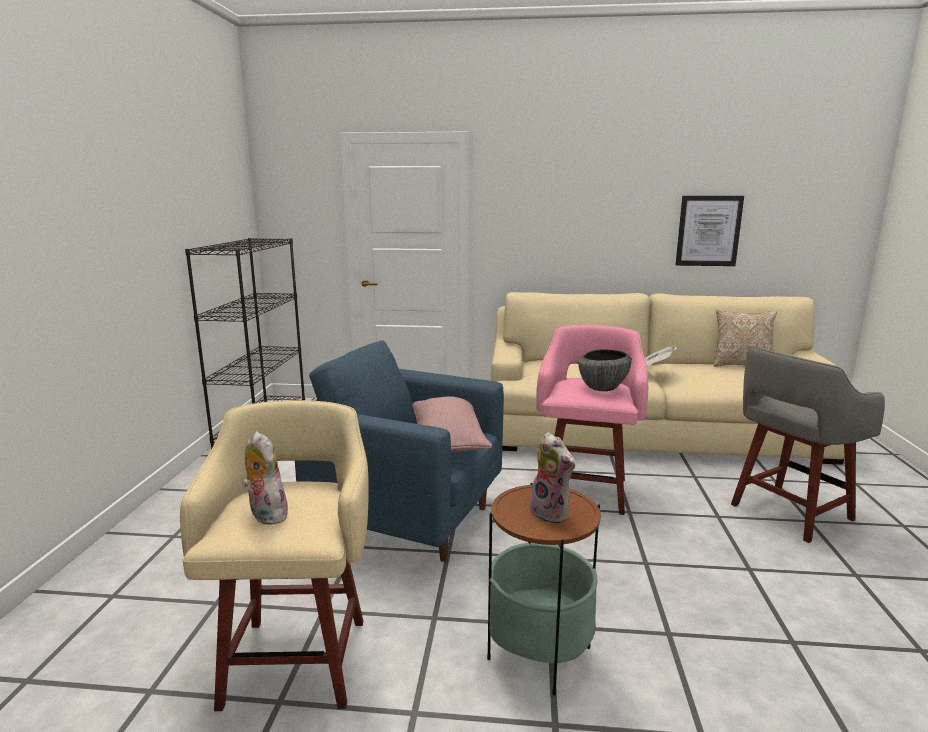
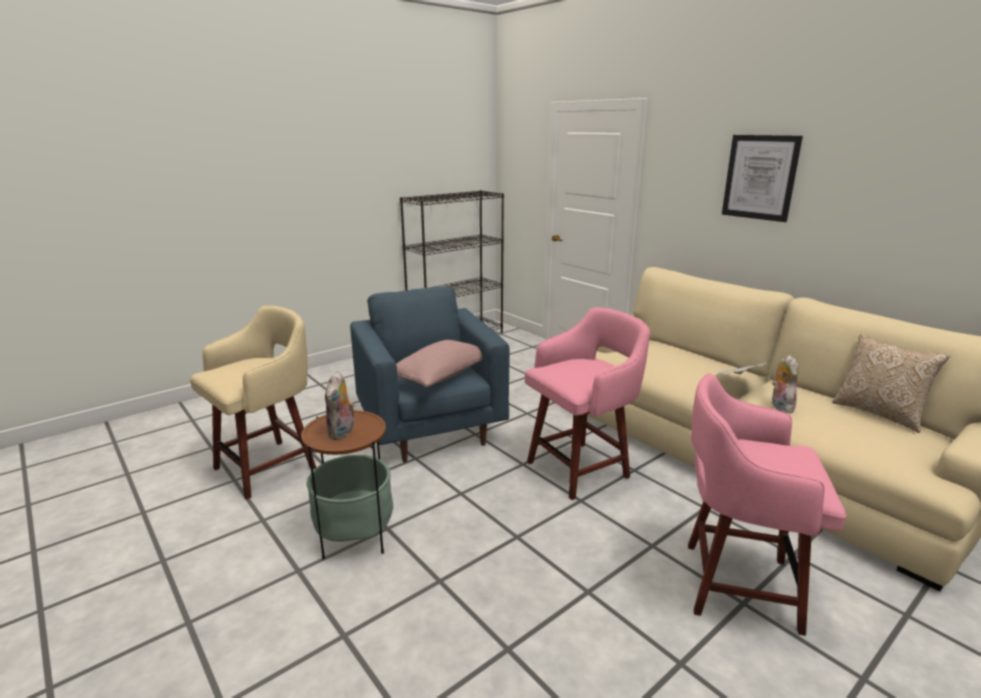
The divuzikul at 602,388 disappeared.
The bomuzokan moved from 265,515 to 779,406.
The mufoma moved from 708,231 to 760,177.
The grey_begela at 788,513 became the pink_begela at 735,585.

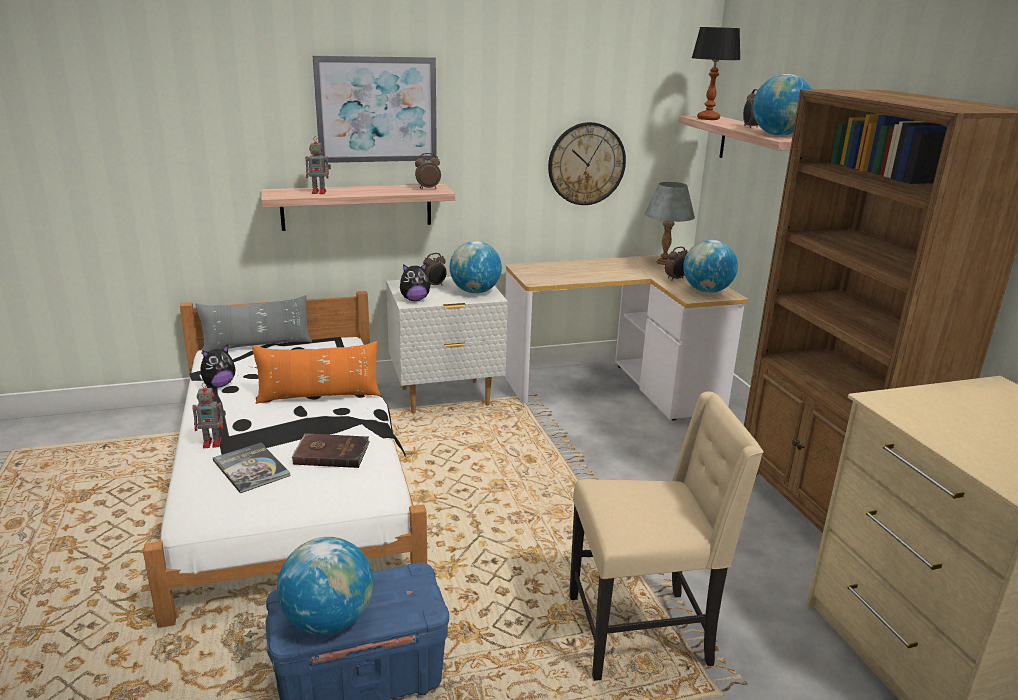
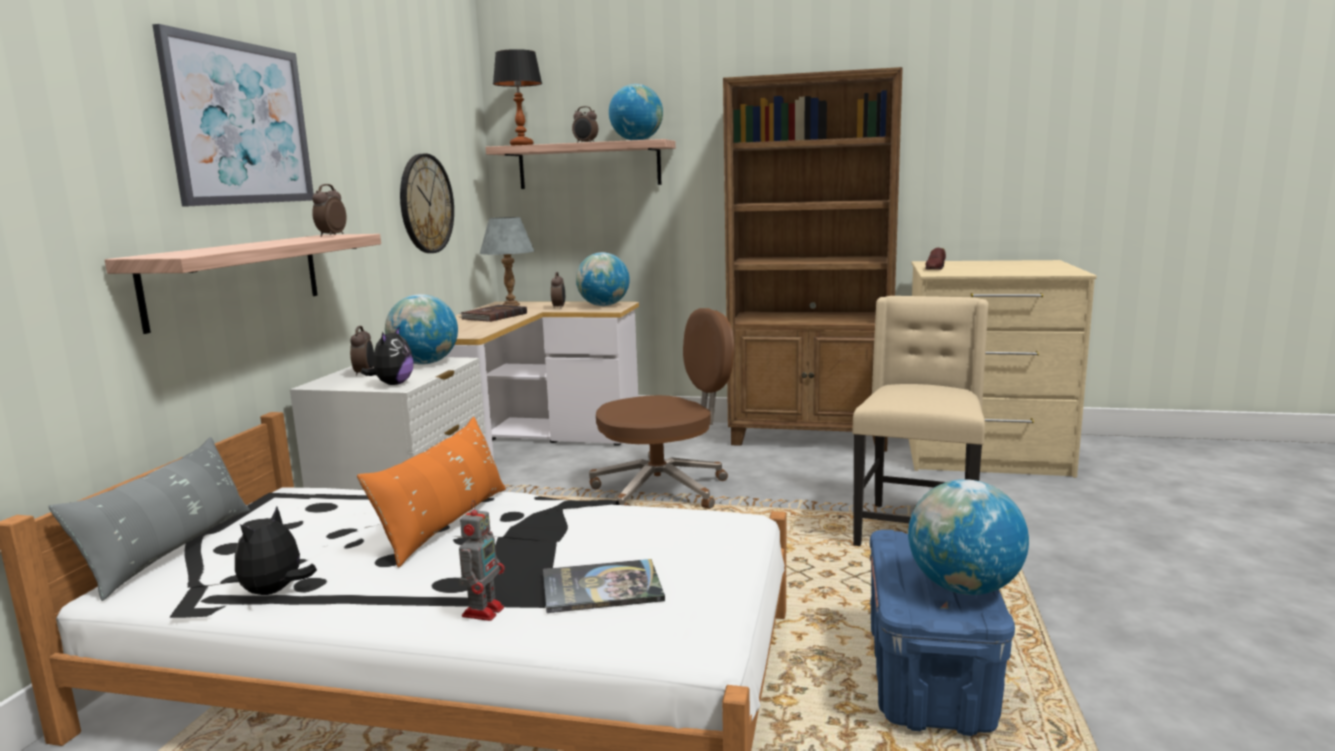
The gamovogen at 320,192 disappeared.
The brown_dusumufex at 664,490 appeared.
The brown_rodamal at 935,268 appeared.
The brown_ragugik moved from 331,453 to 493,316.
The bomuzokan at 219,385 turned 150 degrees counterclockwise.

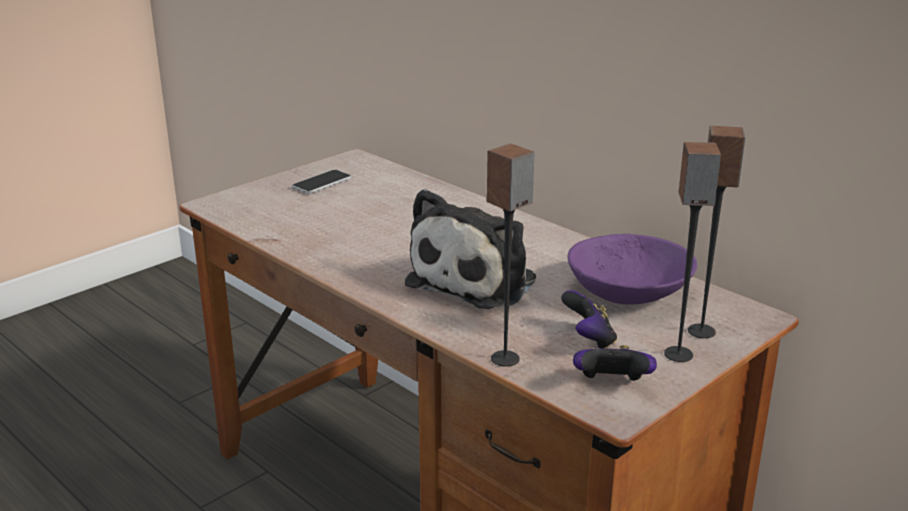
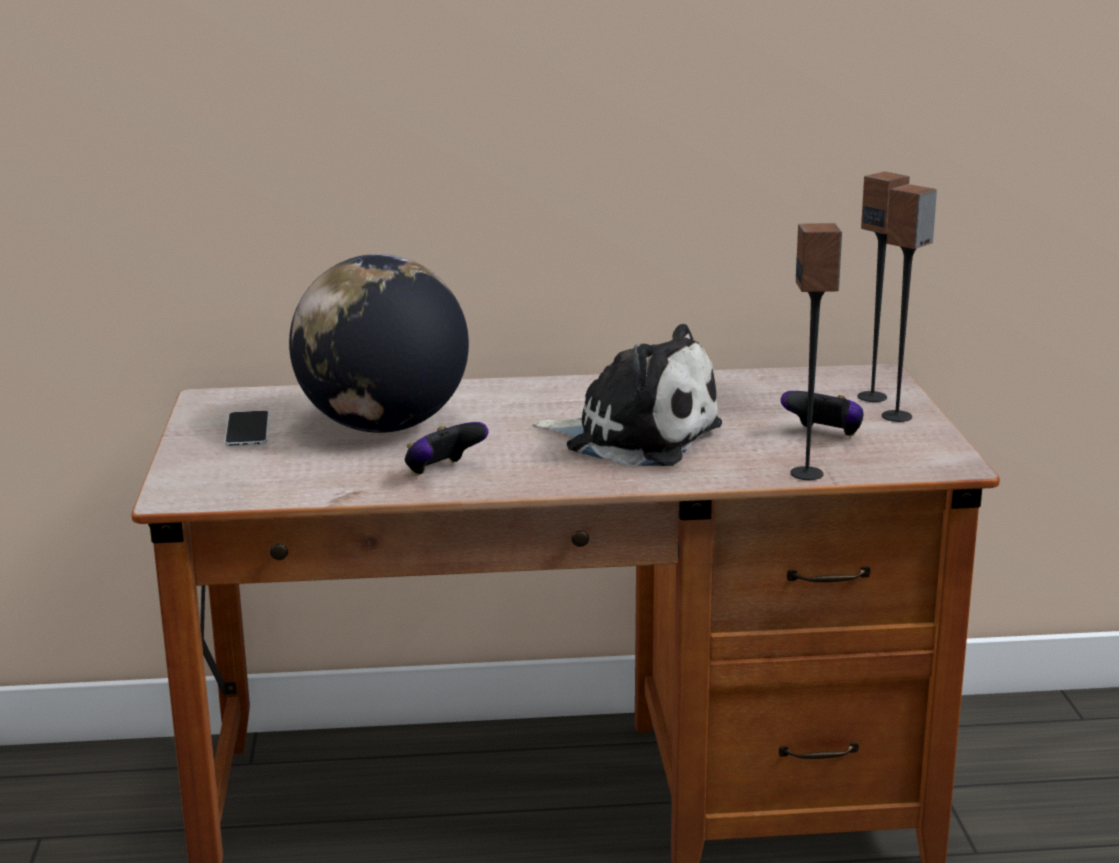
The purple_divuzikul at 629,292 disappeared.
The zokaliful at 383,426 appeared.
The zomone moved from 611,385 to 442,472.
The bomuzokan at 477,280 turned 45 degrees counterclockwise.

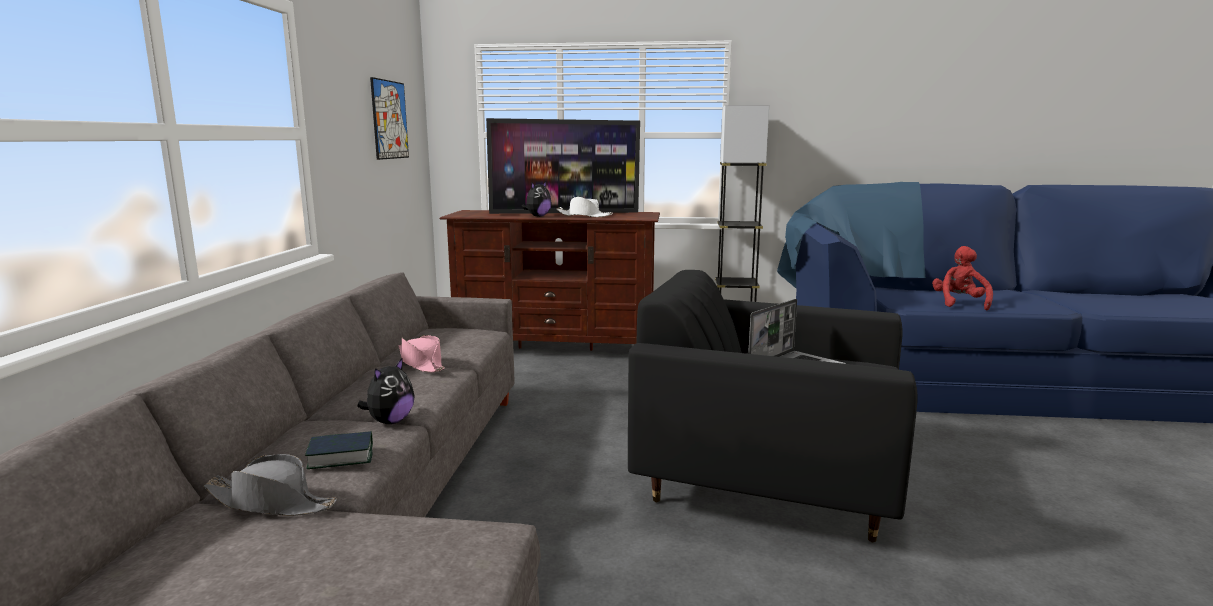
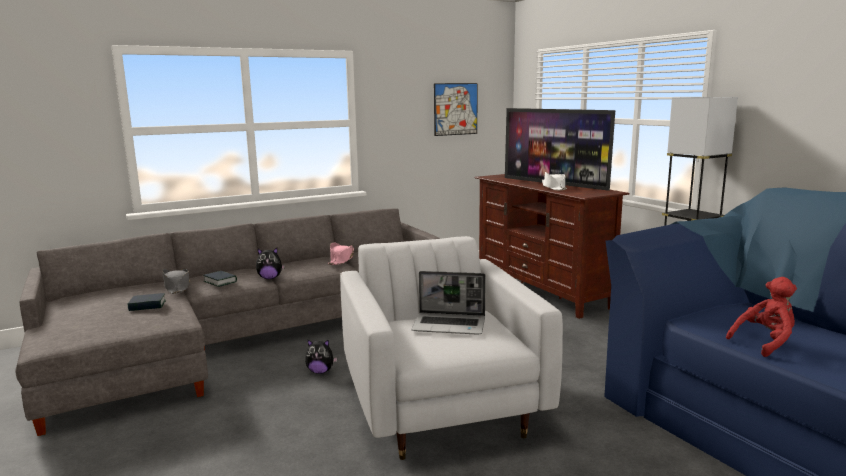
The ragugik at 147,306 appeared.
The bomuzokan moved from 538,216 to 320,371.
The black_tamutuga at 767,482 became the white_tamutuga at 440,406.

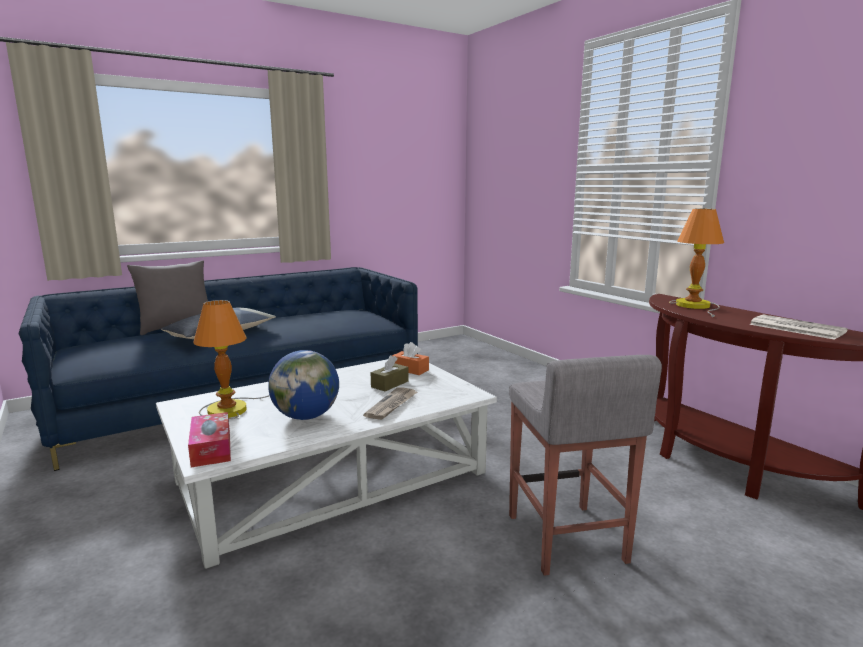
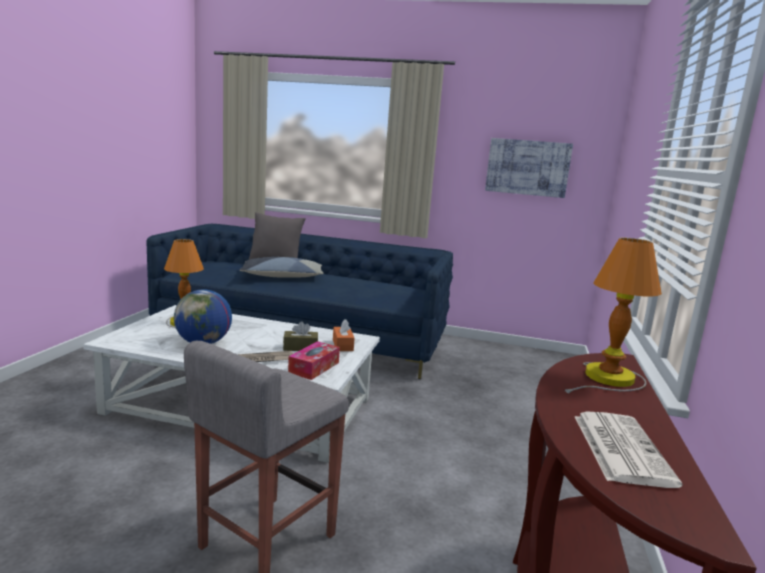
The mufoma at 527,167 appeared.
The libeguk moved from 211,448 to 314,367.

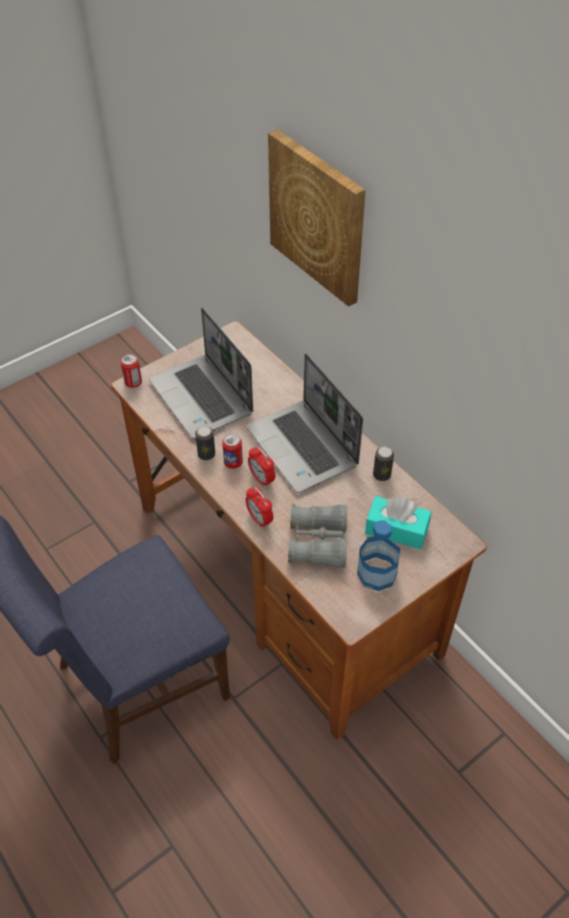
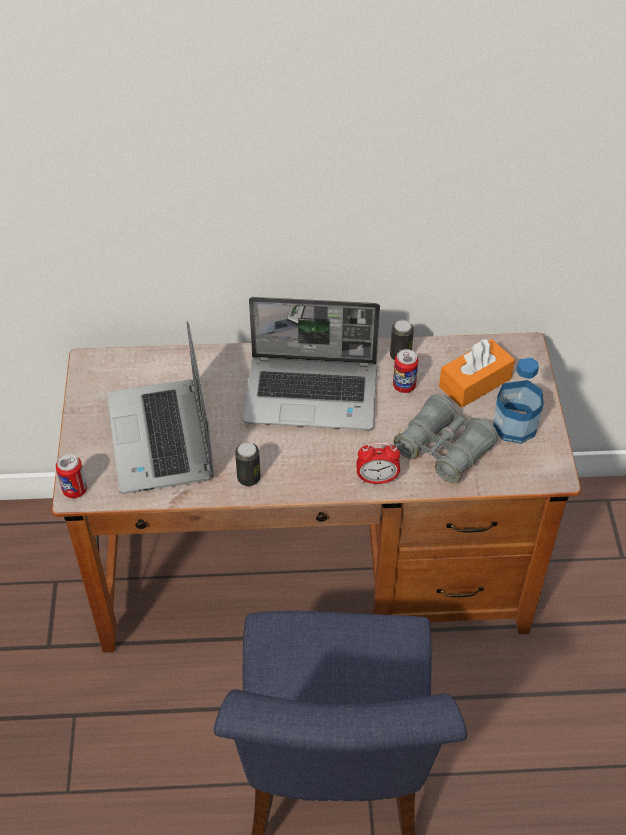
The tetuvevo at 261,479 disappeared.
The mufoma at 318,217 disappeared.
The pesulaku moved from 233,463 to 404,386.
The turquoise_libeguk at 396,530 became the orange_libeguk at 475,382.
The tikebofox at 203,398 turned 75 degrees clockwise.

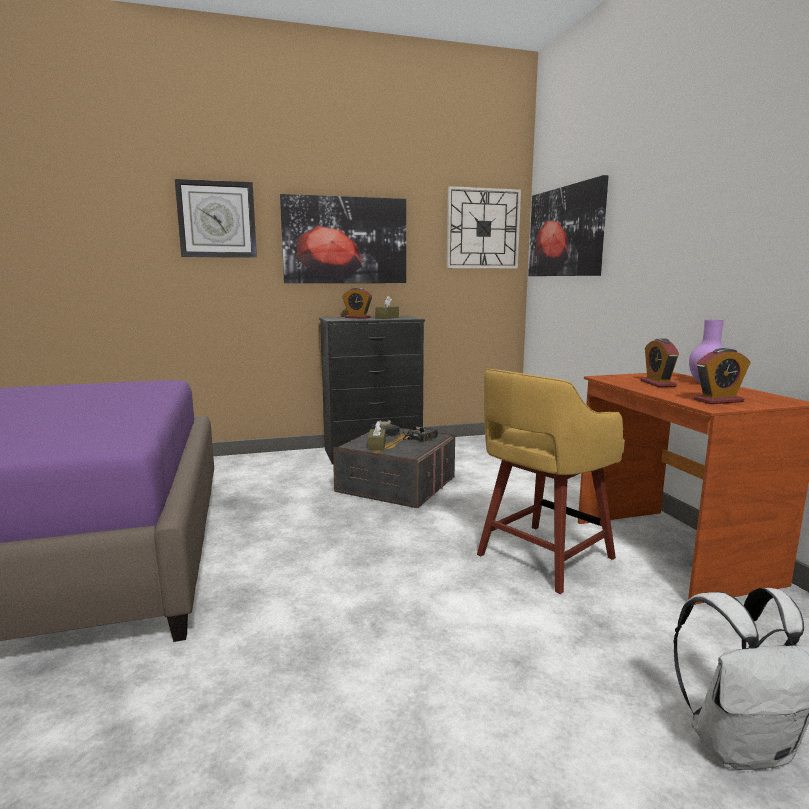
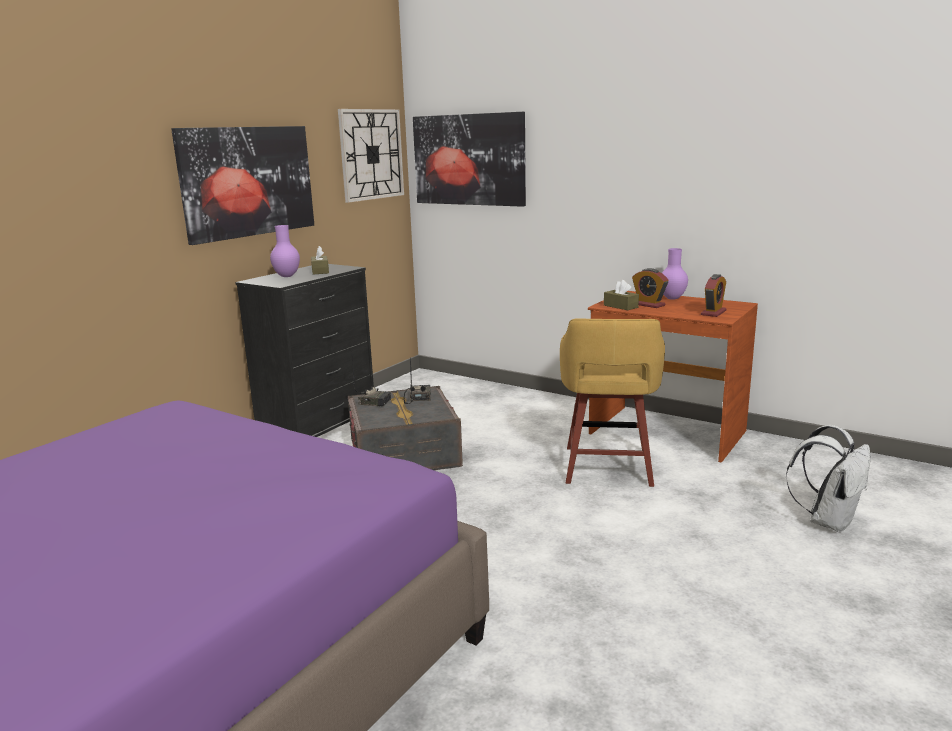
The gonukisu at 217,219 disappeared.
The brown_libeguk moved from 376,445 to 620,306.
The tetuvevo at 357,317 was replaced by the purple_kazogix at 287,276.

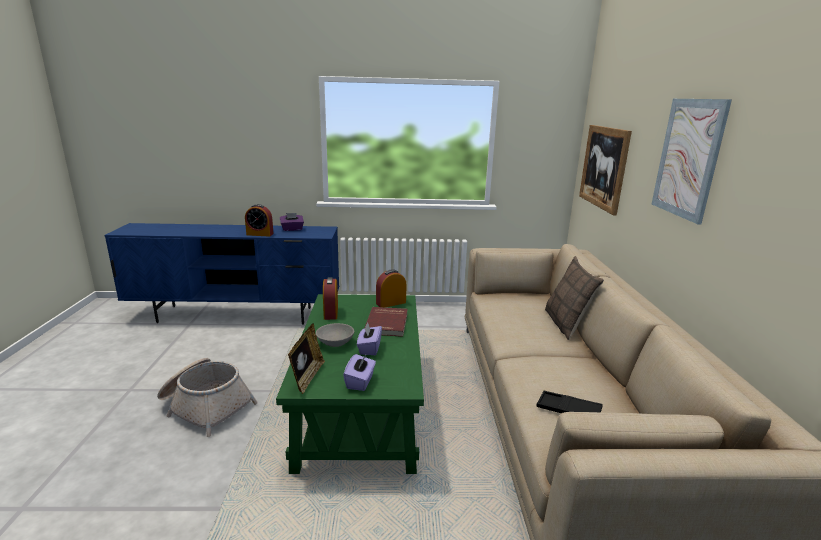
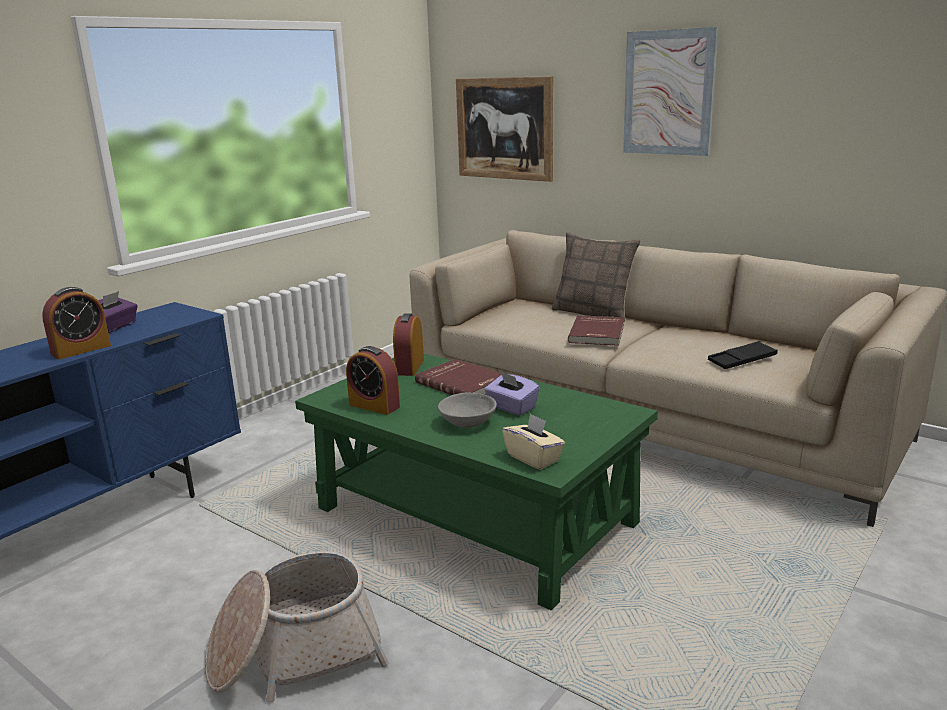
The purple_libeguk at 360,382 disappeared.
The red_ragugik at 598,333 appeared.
The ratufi at 307,377 was replaced by the beige_libeguk at 534,458.

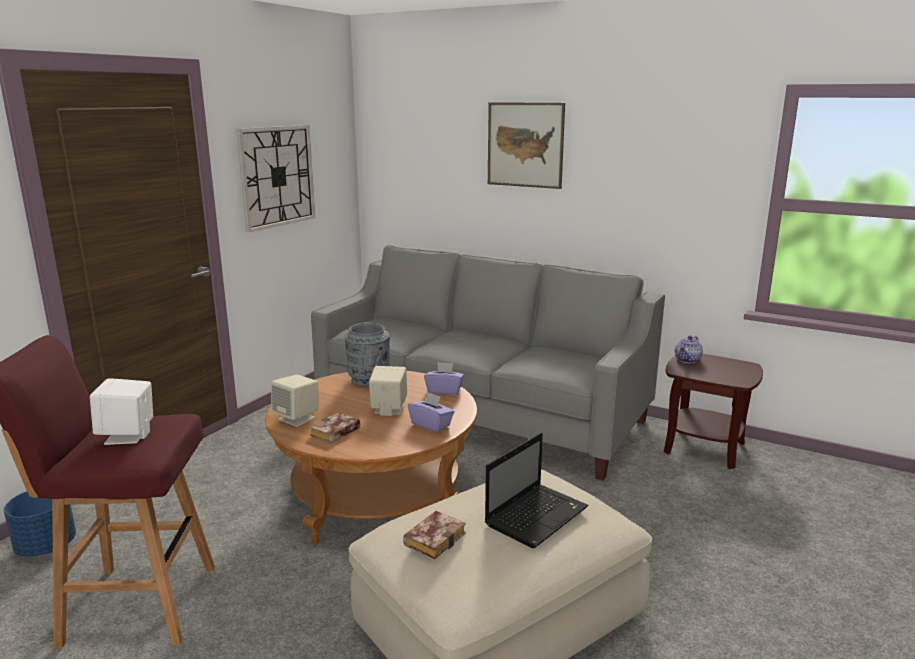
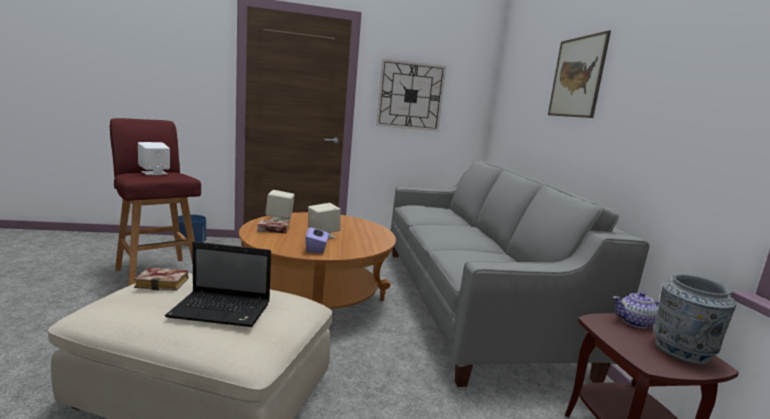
The purple_libeguk at 444,390 disappeared.
The grey_kazogix moved from 369,380 to 681,351.

